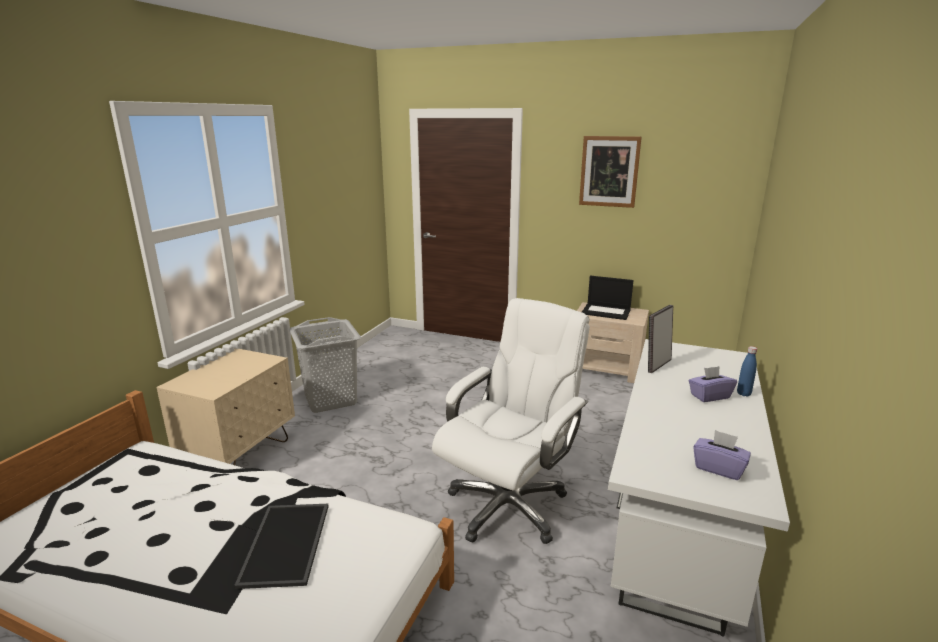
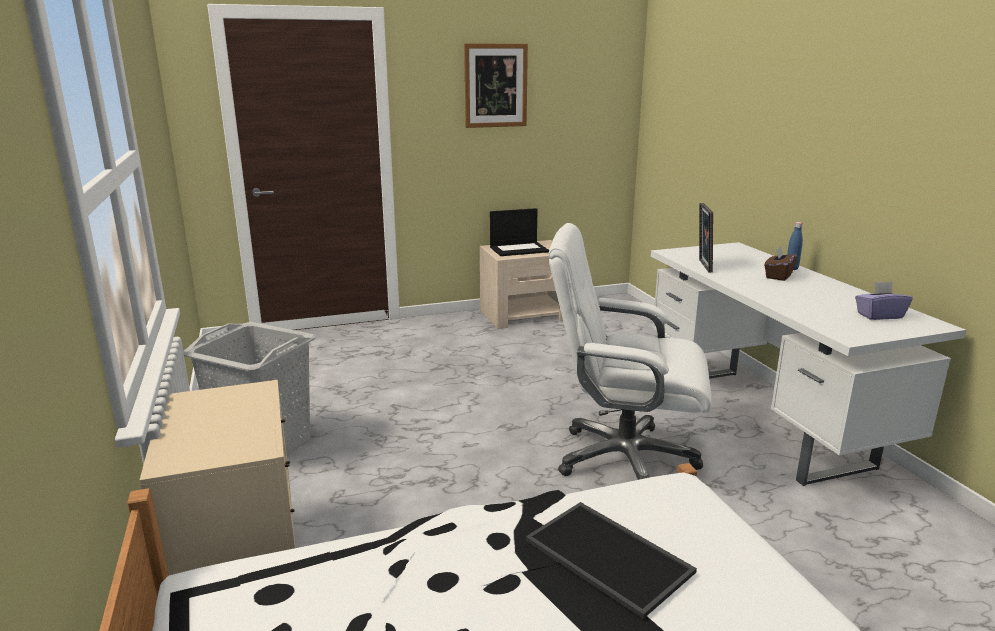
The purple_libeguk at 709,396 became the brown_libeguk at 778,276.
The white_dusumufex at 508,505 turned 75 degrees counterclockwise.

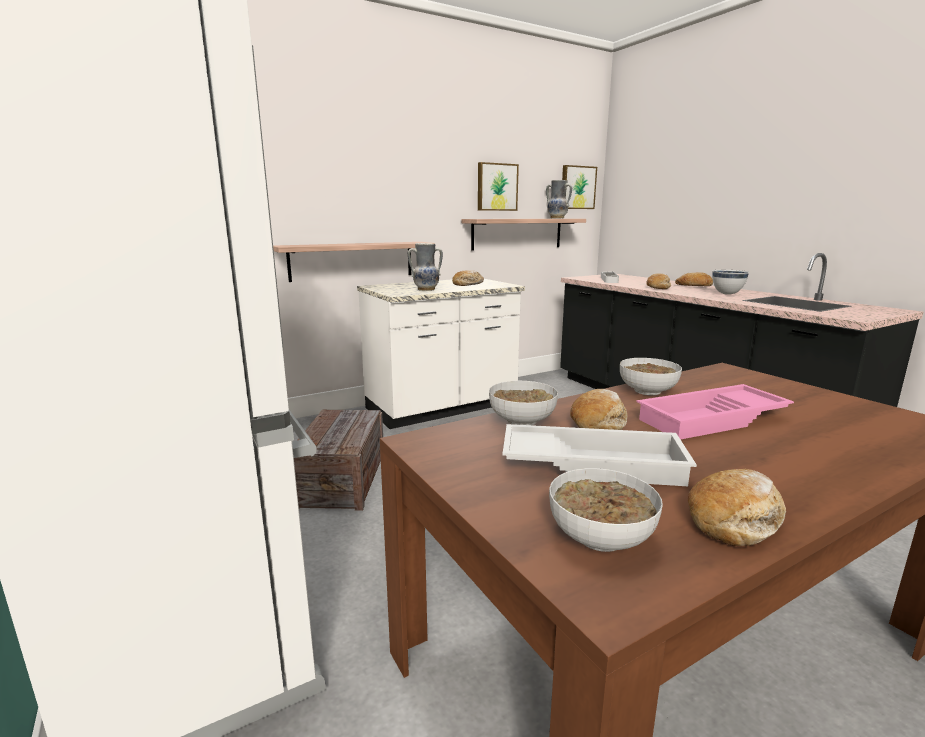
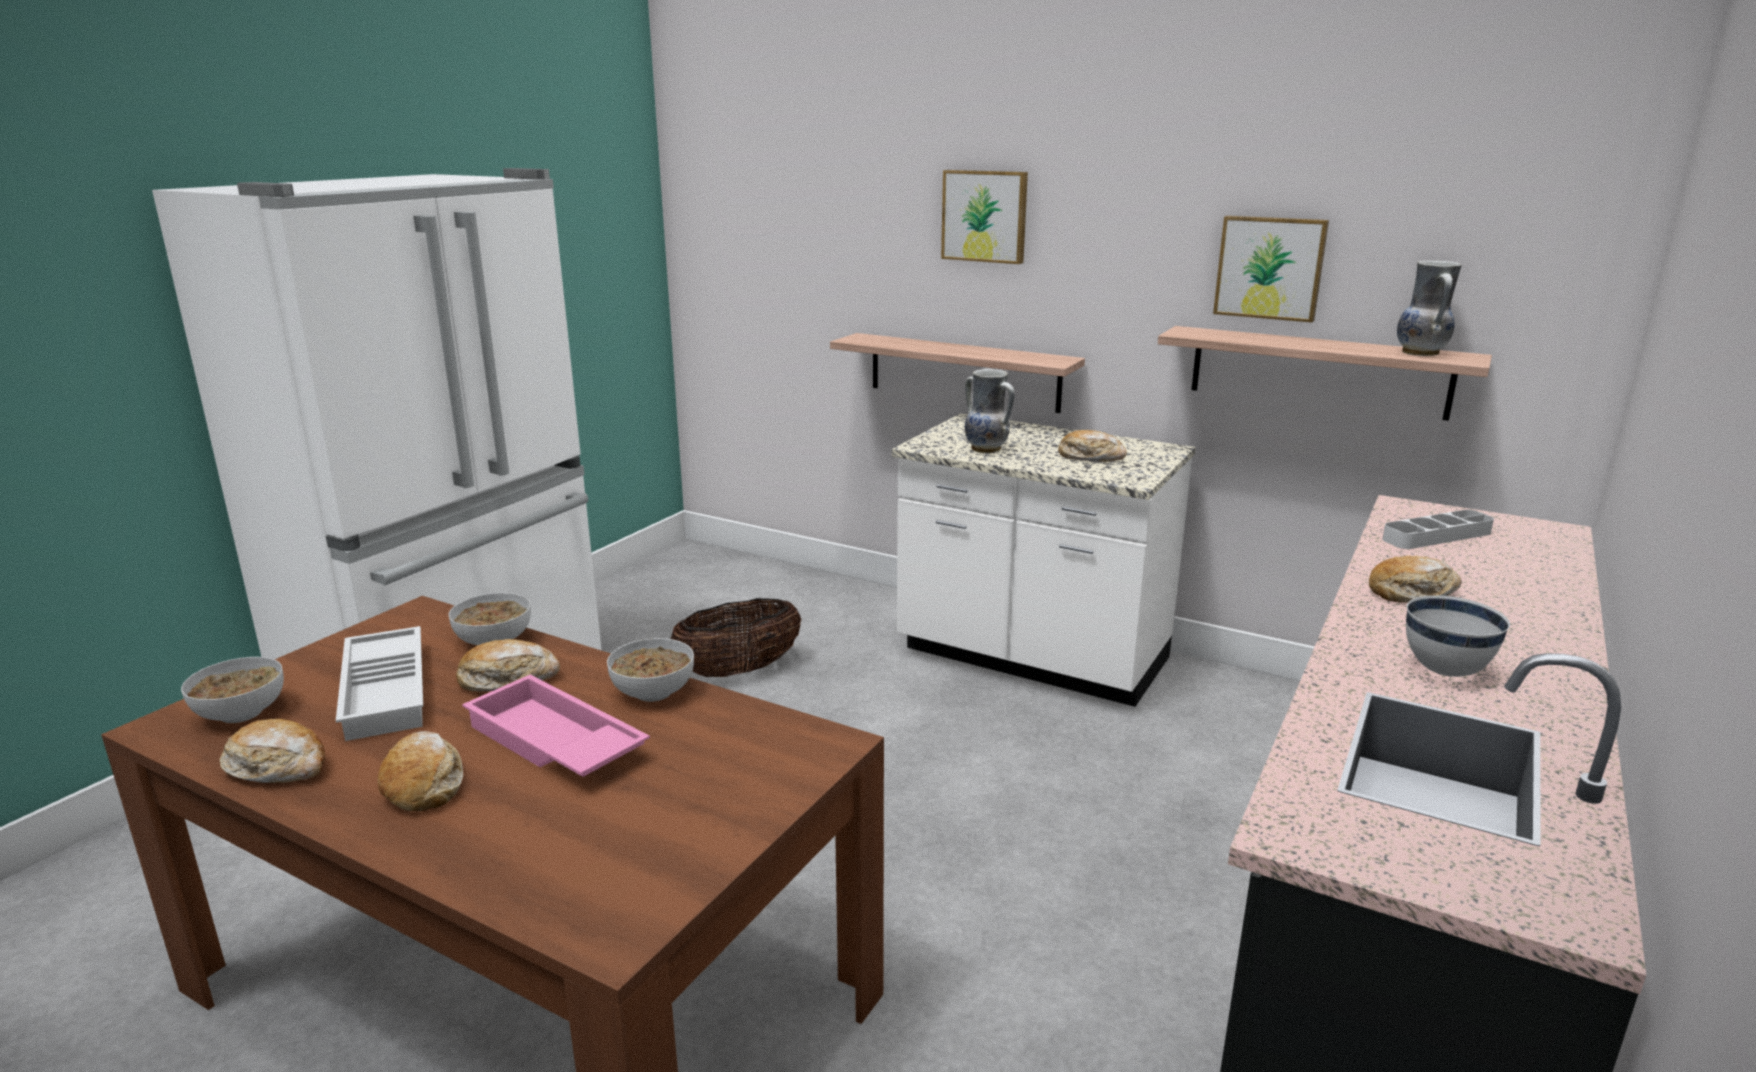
The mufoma moved from 577,187 to 985,216.
The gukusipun moved from 694,286 to 424,784.
The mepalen at 342,479 was replaced by the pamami at 739,670.

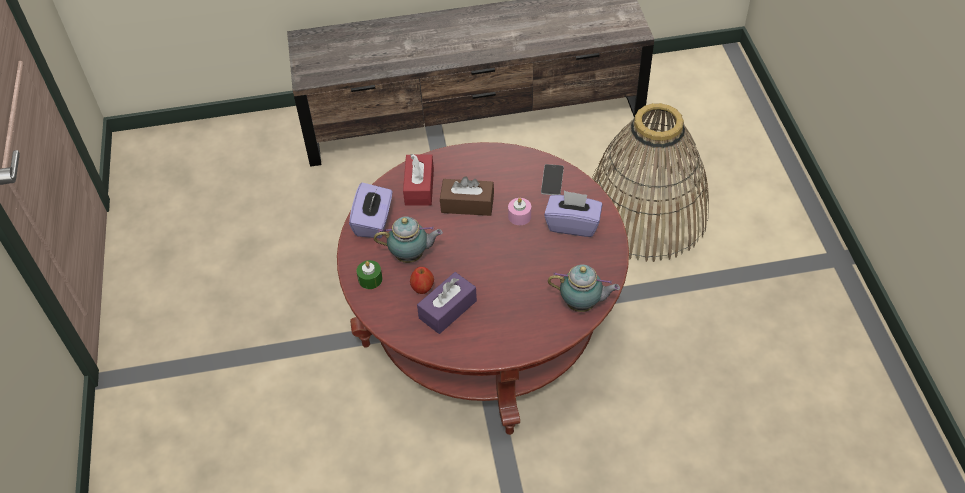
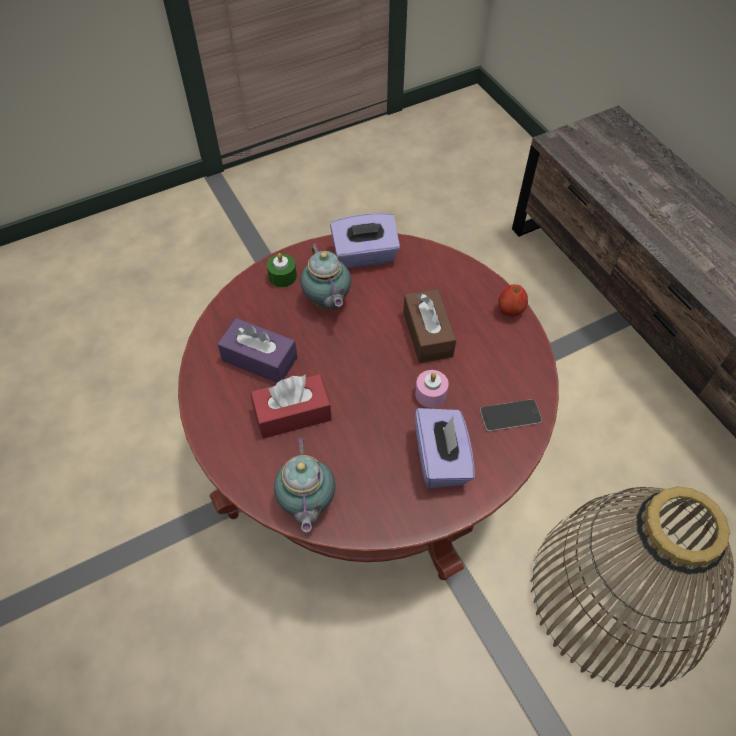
The red_libeguk moved from 419,187 to 292,414.
The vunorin moved from 422,288 to 510,311.

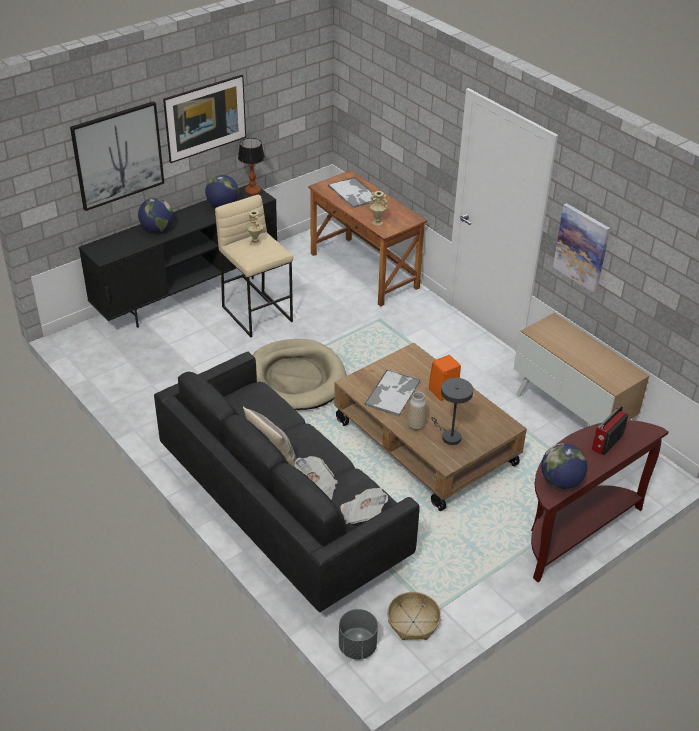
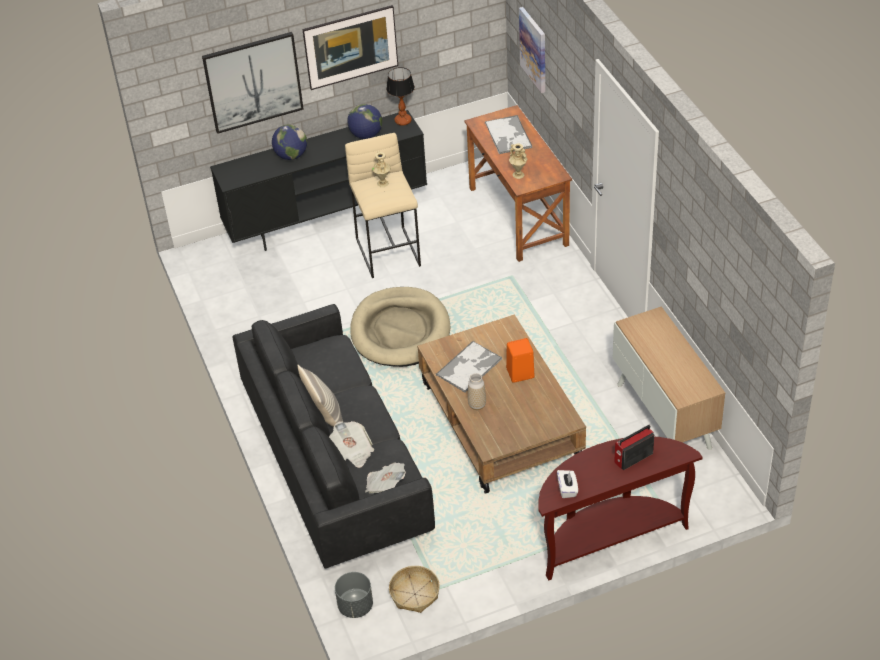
The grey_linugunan at 449,436 disappeared.
The mufoma moved from 581,247 to 534,49.
The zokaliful at 561,482 was replaced by the white_libeguk at 567,489.

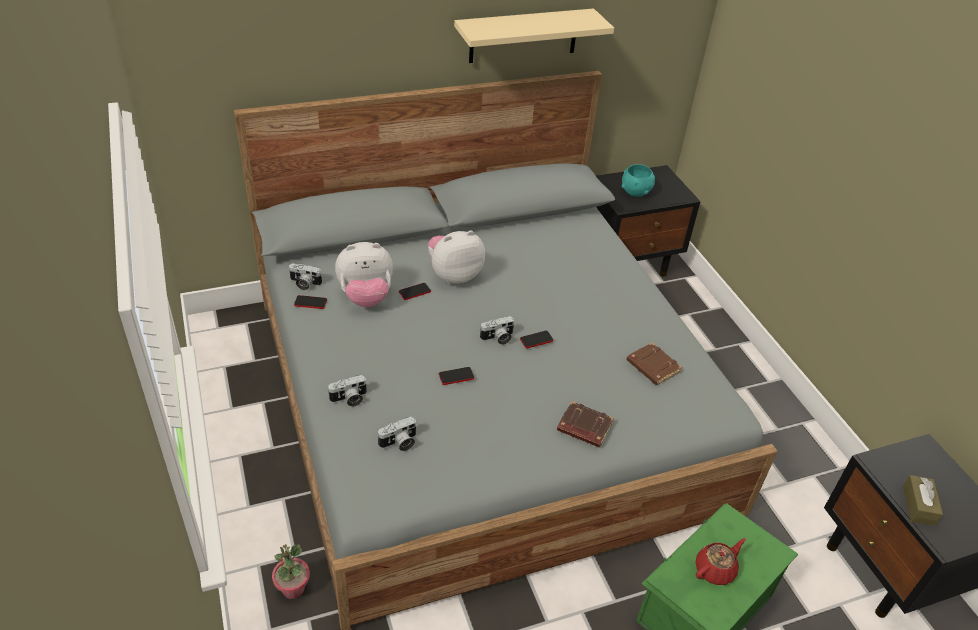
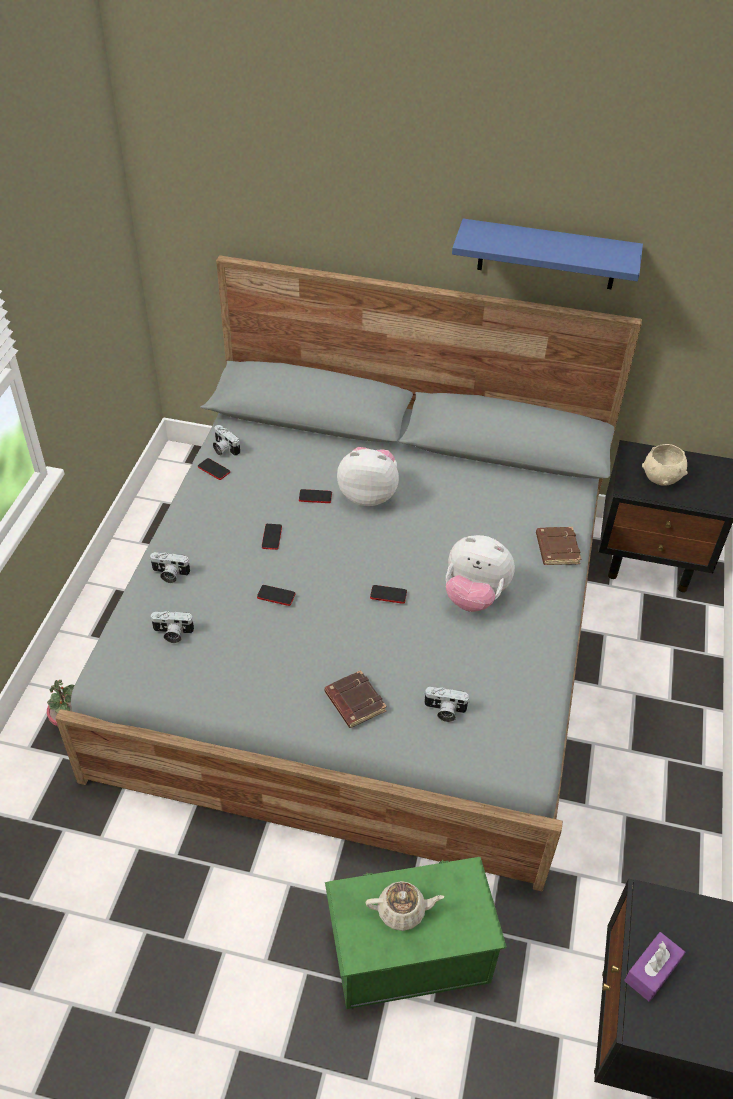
The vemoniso at 272,537 appeared.
The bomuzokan moved from 366,297 to 474,596.
The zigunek moved from 498,338 to 444,711.
The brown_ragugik moved from 652,367 to 556,548.
The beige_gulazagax at 523,35 became the blue_gulazagax at 547,255.
The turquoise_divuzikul at 636,192 became the beige_divuzikul at 662,478.
The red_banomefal at 715,569 became the beige_banomefal at 402,911.
The brown_libeguk at 918,506 became the purple_libeguk at 652,971.

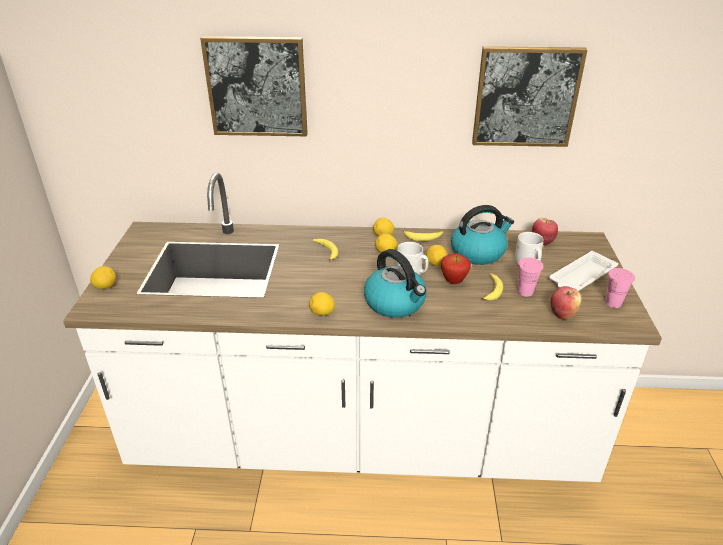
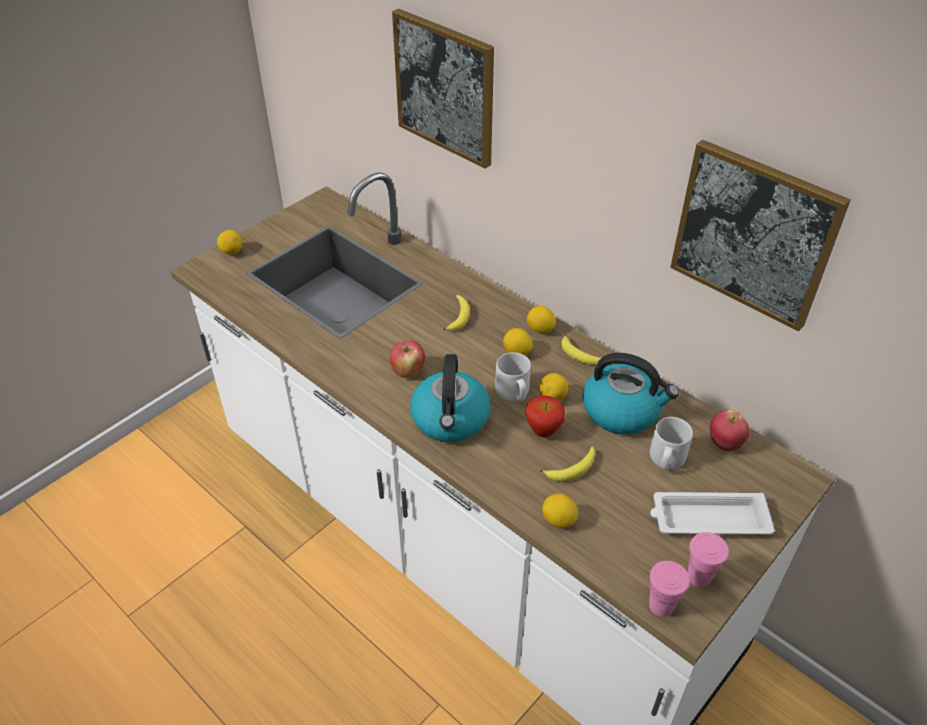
The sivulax moved from 322,313 to 558,520.
The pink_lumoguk moved from 525,292 to 661,606.
The vunorin moved from 562,314 to 407,371.

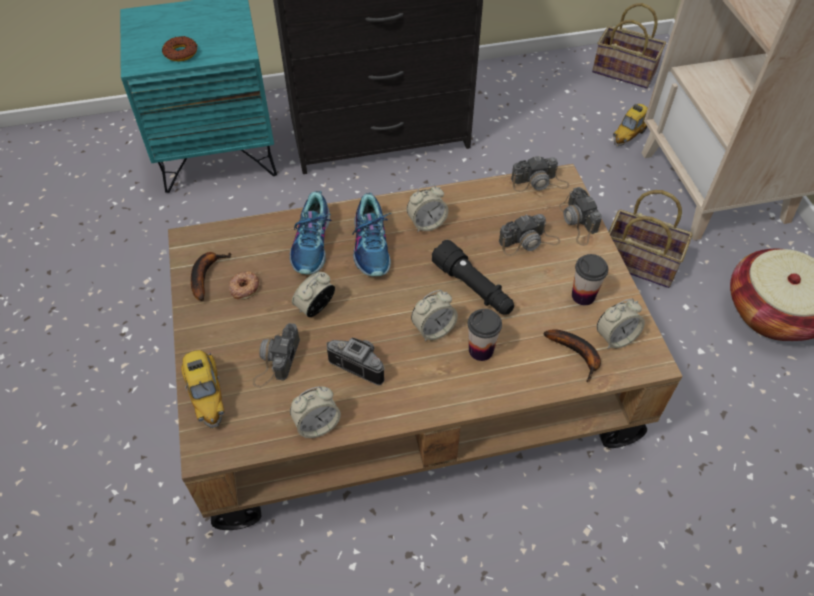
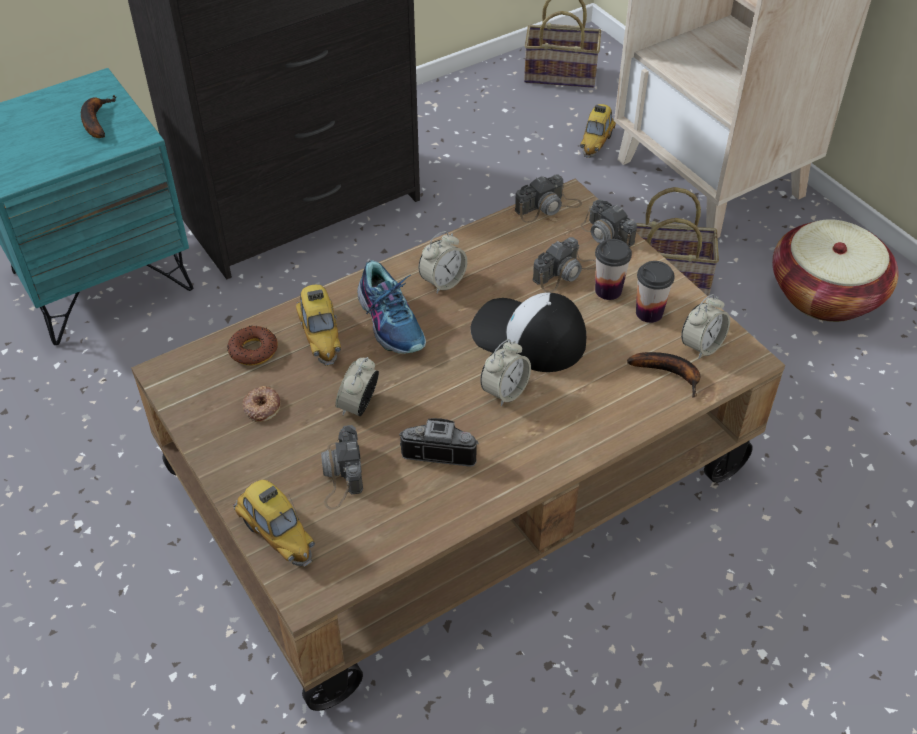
The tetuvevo at 317,424 disappeared.
The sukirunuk moved from 181,53 to 253,350.
The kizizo moved from 205,275 to 95,120.
The lumoguk moved from 481,350 to 608,290.
The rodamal at 313,243 was replaced by the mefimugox at 321,337.
The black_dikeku at 473,288 was replaced by the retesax at 528,336.

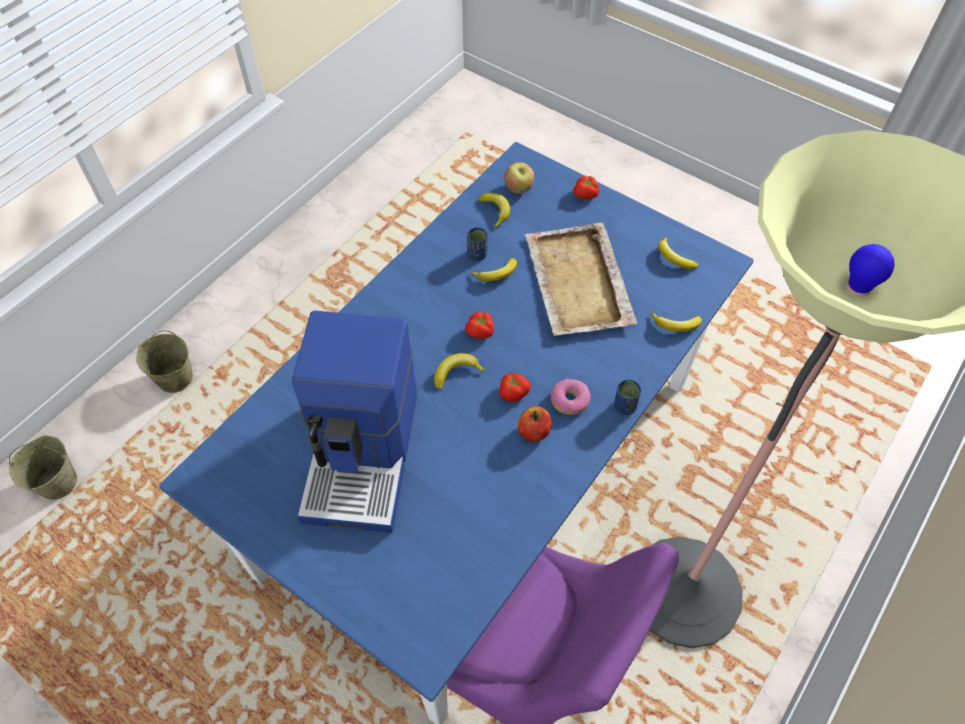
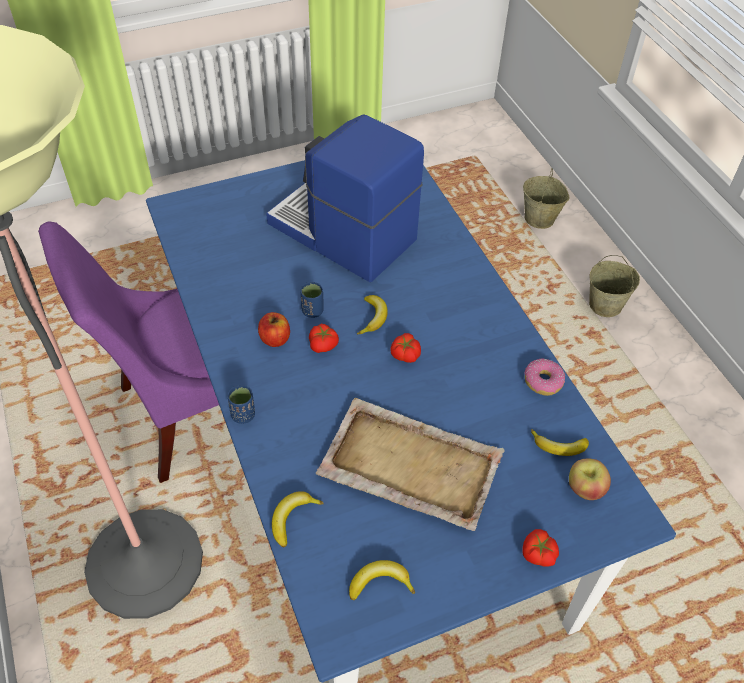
The kizizo at 497,274 disappeared.
The blue_lumoguk moved from 477,254 to 312,311.
The sukirunuk moved from 569,401 to 543,381.

